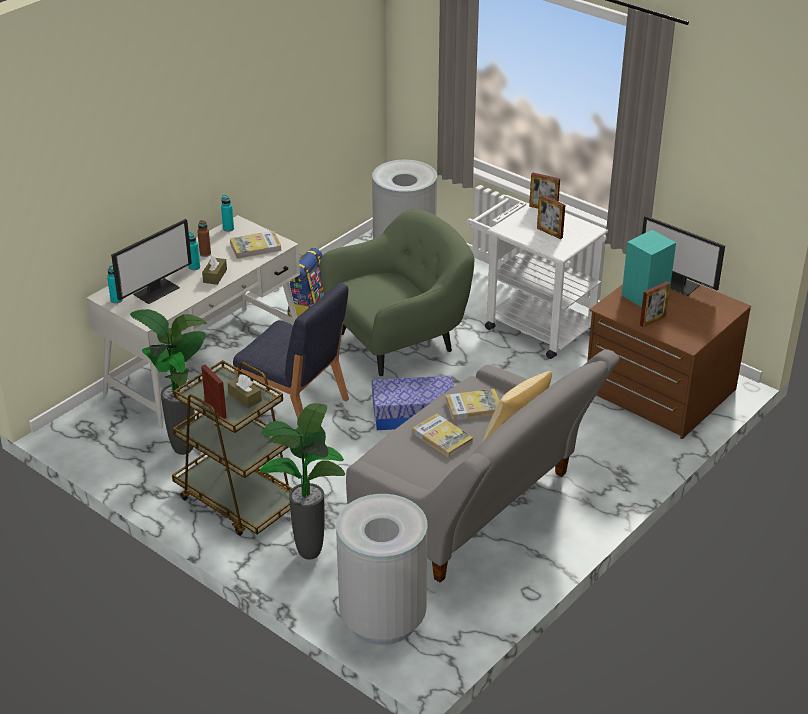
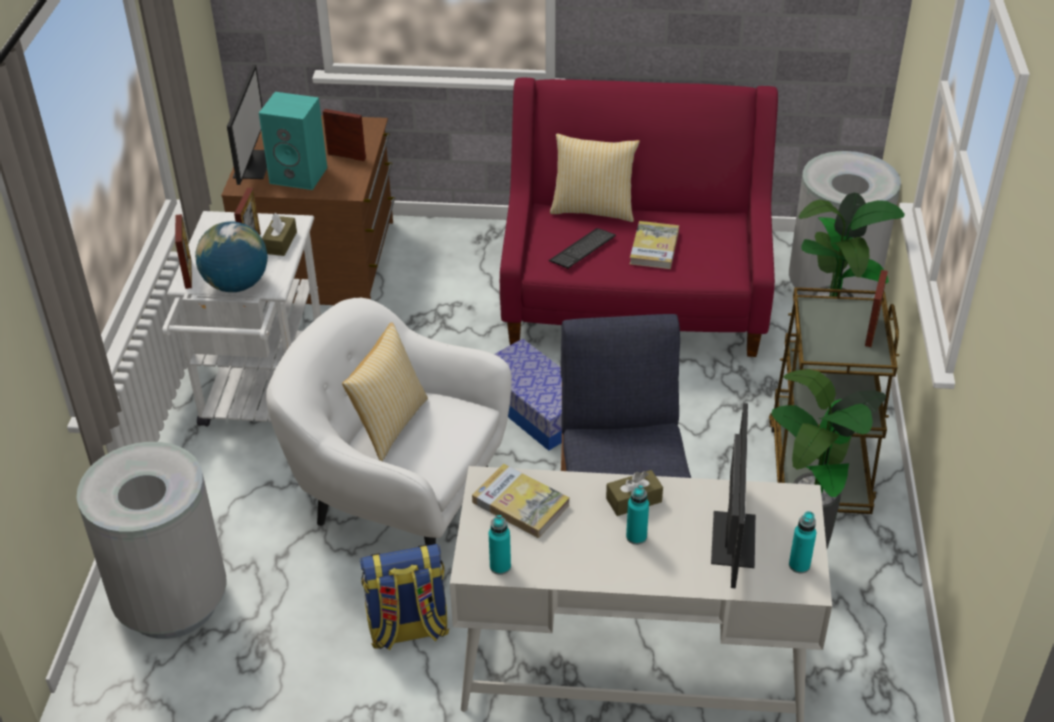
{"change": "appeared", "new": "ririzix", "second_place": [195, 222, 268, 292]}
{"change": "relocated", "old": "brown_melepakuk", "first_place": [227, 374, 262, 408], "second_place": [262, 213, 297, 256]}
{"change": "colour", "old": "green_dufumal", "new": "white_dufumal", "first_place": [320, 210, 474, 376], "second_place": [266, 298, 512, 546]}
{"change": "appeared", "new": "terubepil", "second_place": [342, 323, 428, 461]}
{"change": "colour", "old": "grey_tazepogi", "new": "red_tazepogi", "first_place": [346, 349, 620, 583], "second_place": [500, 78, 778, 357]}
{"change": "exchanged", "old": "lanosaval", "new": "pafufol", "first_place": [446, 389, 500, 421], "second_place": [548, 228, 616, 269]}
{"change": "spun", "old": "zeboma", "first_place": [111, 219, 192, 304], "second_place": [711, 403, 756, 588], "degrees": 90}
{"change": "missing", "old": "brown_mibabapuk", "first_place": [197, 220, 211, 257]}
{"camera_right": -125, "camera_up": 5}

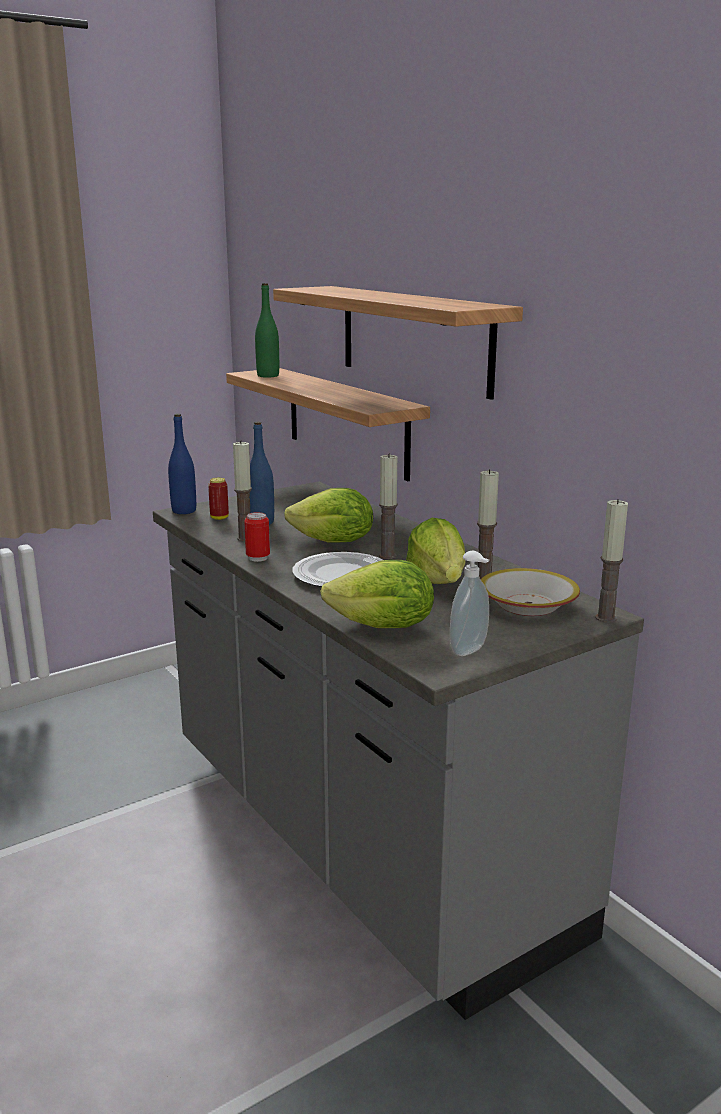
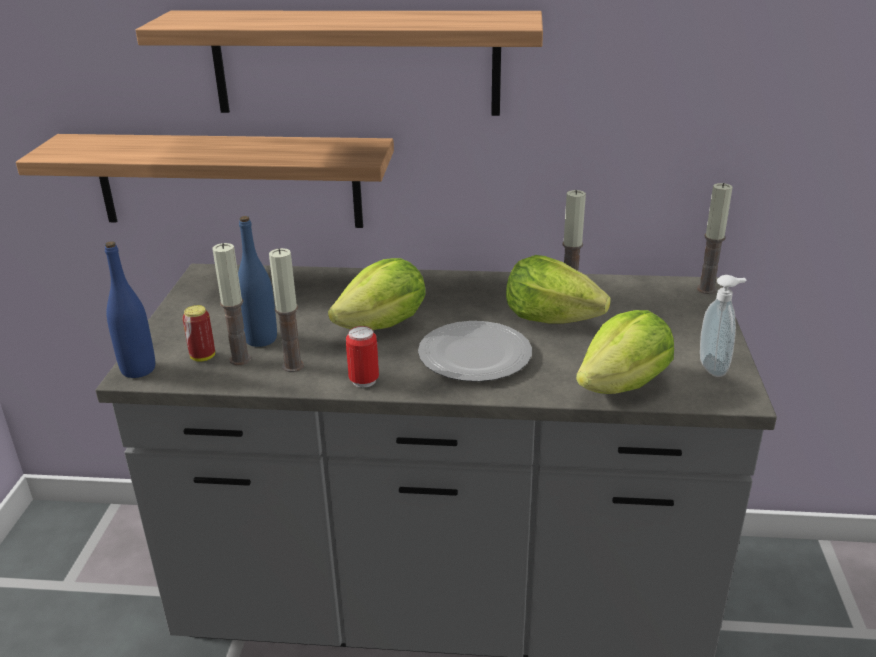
{"change": "relocated", "old": "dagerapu", "first_place": [379, 453, 398, 559], "second_place": [212, 243, 251, 365]}
{"change": "missing", "old": "green_mibabapuk", "first_place": [255, 283, 279, 378]}
{"change": "missing", "old": "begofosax", "first_place": [481, 568, 580, 616]}
{"camera_right": -50, "camera_up": 10}

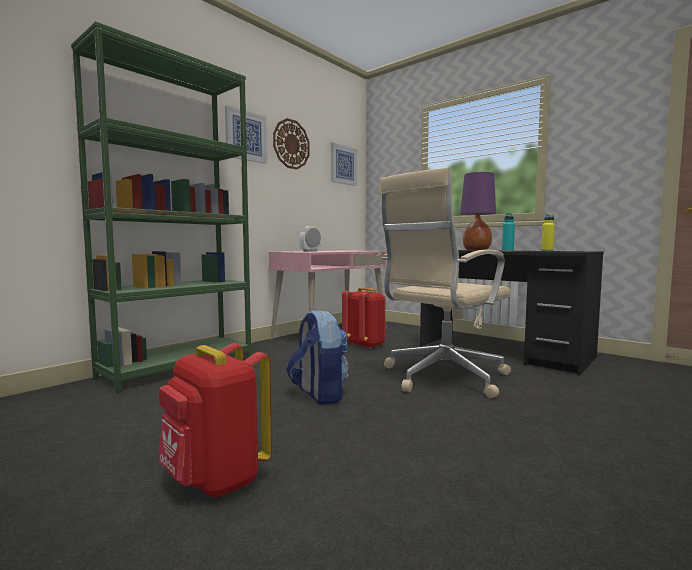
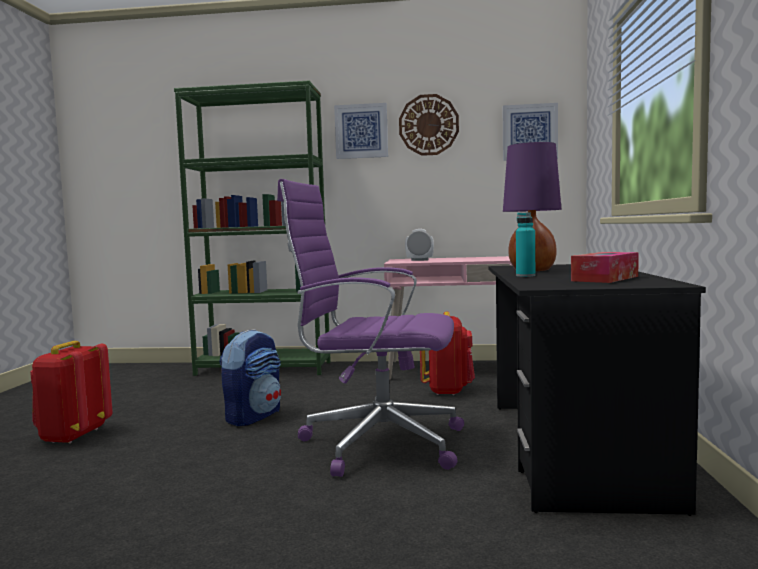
{"change": "colour", "old": "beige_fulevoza", "new": "purple_fulevoza", "first_place": [379, 167, 511, 398], "second_place": [277, 179, 464, 477]}
{"change": "exchanged", "old": "yellow_mibabapuk", "new": "melepakuk", "first_place": [541, 214, 555, 251], "second_place": [571, 252, 639, 283]}
{"camera_right": 55, "camera_up": 0}

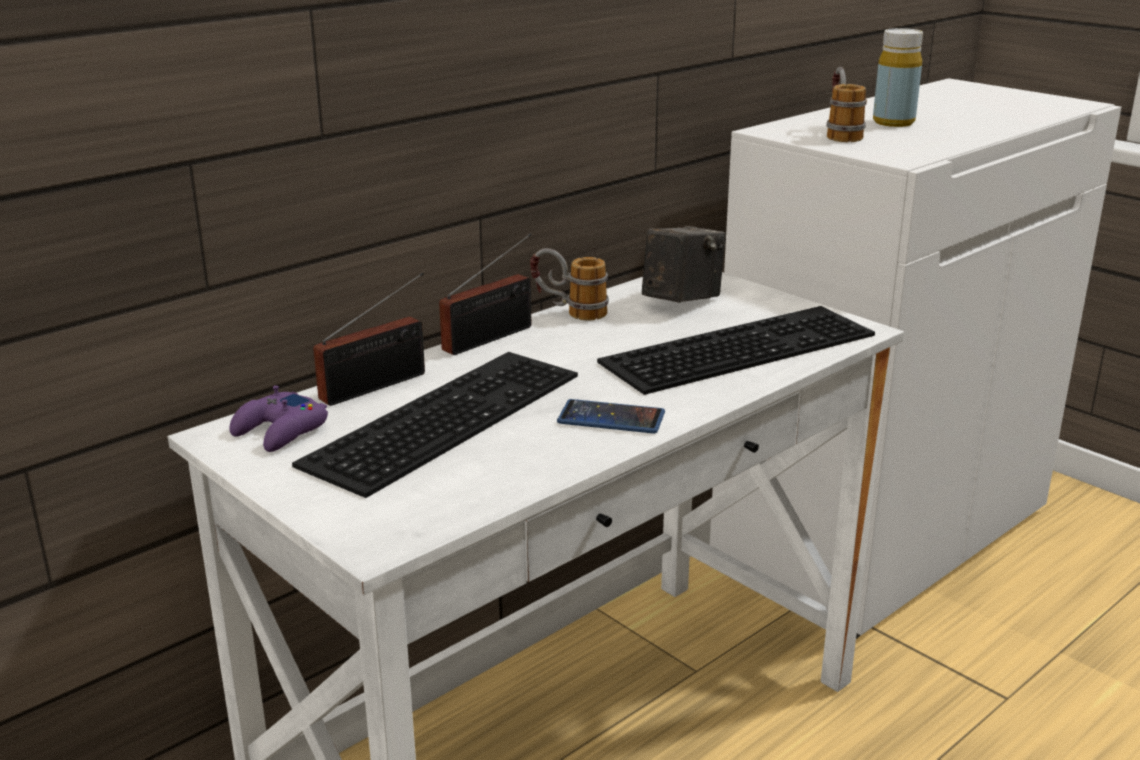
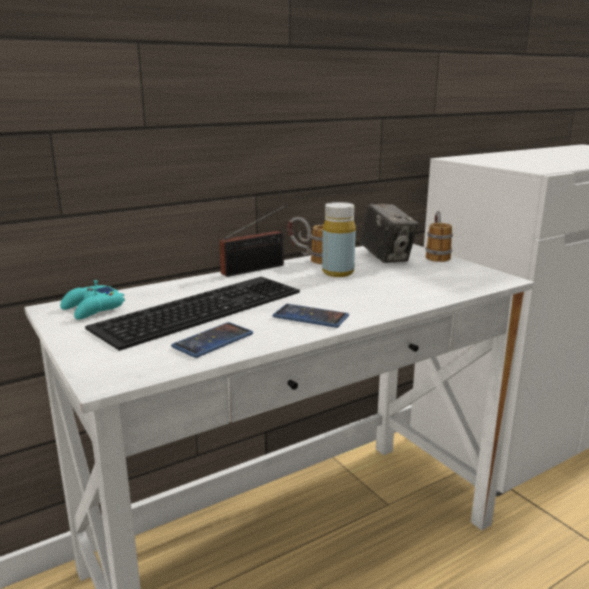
{"change": "colour", "old": "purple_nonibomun", "new": "turquoise_nonibomun", "first_place": [229, 385, 328, 452], "second_place": [60, 280, 125, 320]}
{"change": "appeared", "new": "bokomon", "second_place": [171, 322, 253, 358]}
{"change": "relocated", "old": "yellow_mibabapuk", "first_place": [873, 28, 923, 127], "second_place": [322, 202, 356, 277]}
{"change": "spun", "old": "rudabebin", "first_place": [642, 226, 725, 303], "second_place": [360, 204, 418, 263], "degrees": 105}
{"change": "relocated", "old": "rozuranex", "first_place": [827, 67, 867, 142], "second_place": [425, 211, 453, 262]}
{"change": "missing", "old": "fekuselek", "first_place": [313, 273, 425, 406]}
{"change": "missing", "old": "pafufol", "first_place": [597, 306, 875, 395]}
{"camera_right": 10, "camera_up": -5}

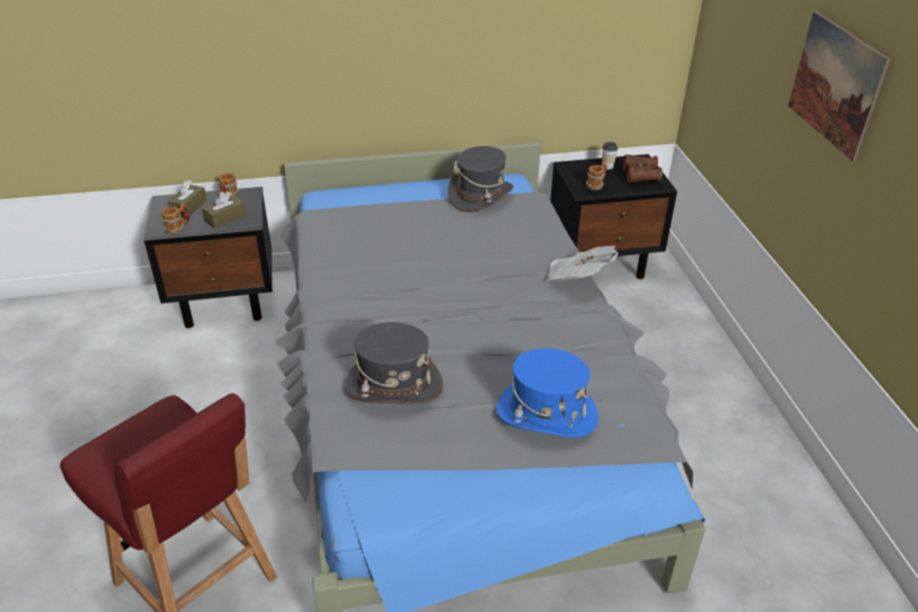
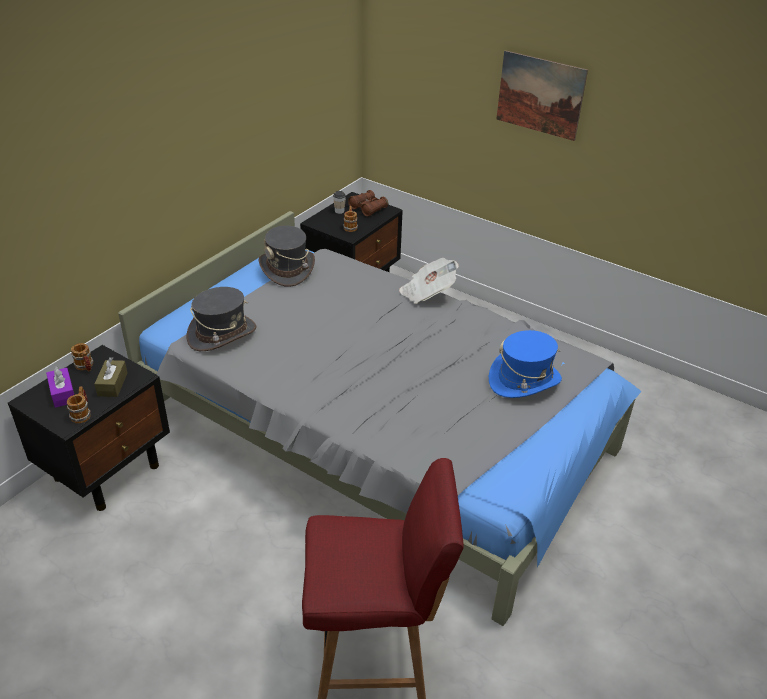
{"change": "colour", "old": "brown_melepakuk", "new": "purple_melepakuk", "first_place": [168, 180, 207, 217], "second_place": [46, 366, 74, 408]}
{"change": "relocated", "old": "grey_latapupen", "first_place": [344, 322, 443, 404], "second_place": [187, 287, 256, 351]}
{"camera_right": -45, "camera_up": 0}

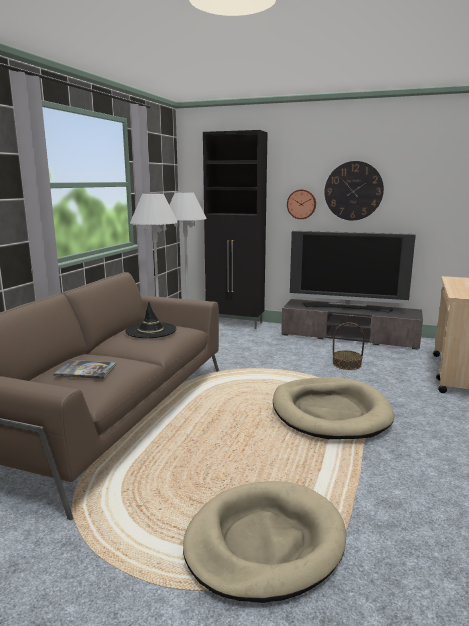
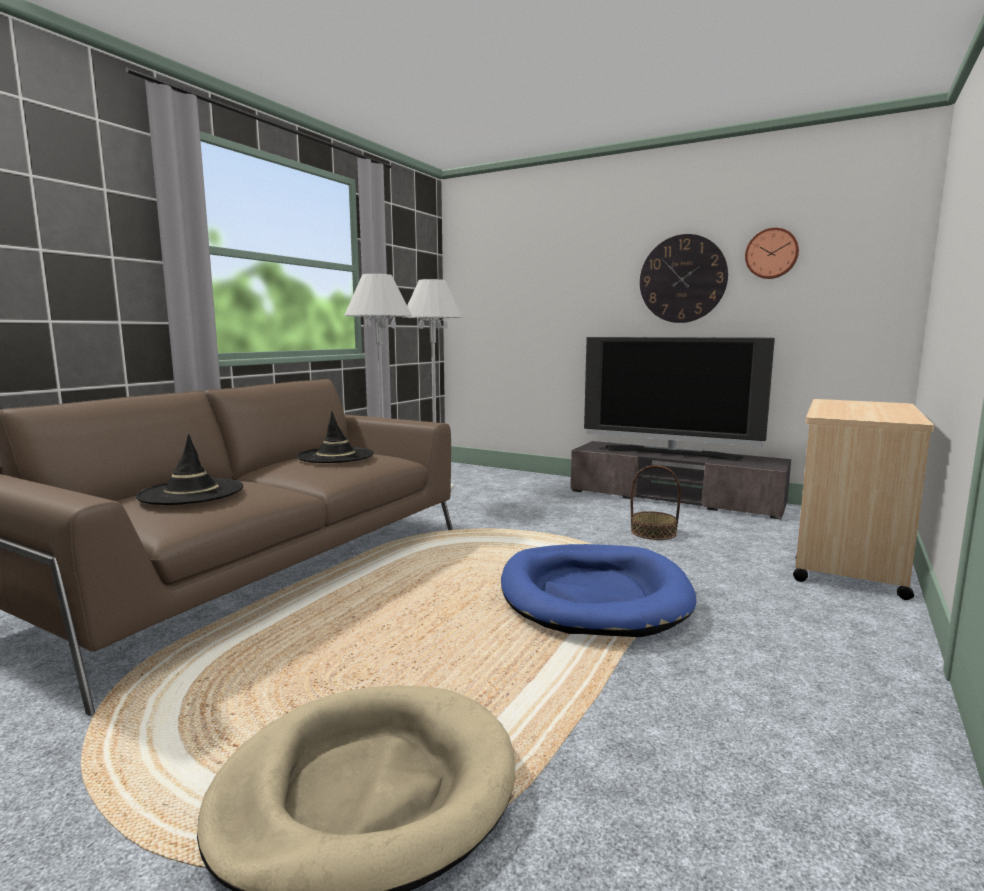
{"change": "exchanged", "old": "lanosaval", "new": "black_latapupen", "first_place": [53, 360, 116, 379], "second_place": [136, 434, 243, 505]}
{"change": "colour", "old": "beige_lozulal", "new": "blue_lozulal", "first_place": [273, 378, 395, 439], "second_place": [501, 544, 697, 637]}
{"change": "relocated", "old": "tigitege", "first_place": [287, 189, 316, 219], "second_place": [745, 228, 799, 279]}
{"change": "missing", "old": "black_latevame", "first_place": [203, 130, 268, 329]}
{"camera_right": 10, "camera_up": -5}

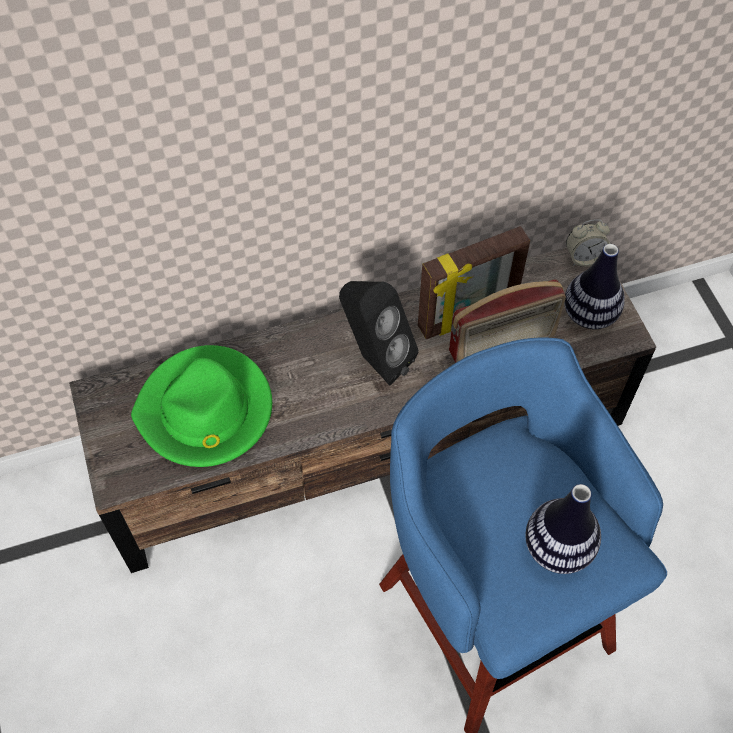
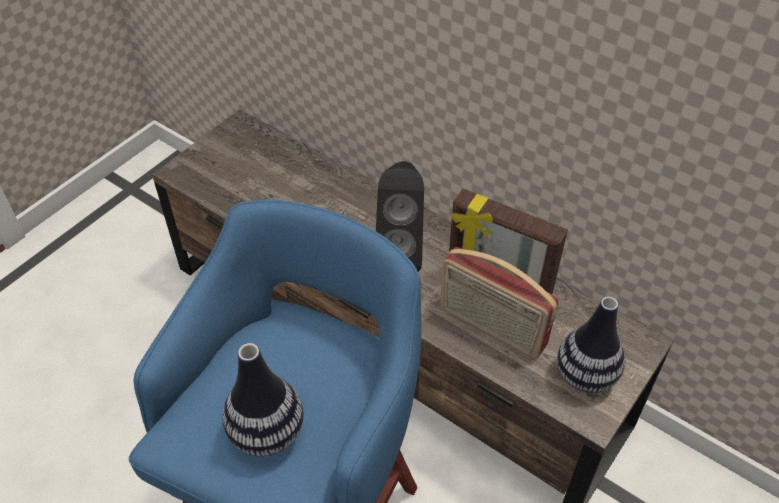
{"change": "missing", "old": "green_latapupen", "first_place": [131, 345, 272, 467]}
{"change": "missing", "old": "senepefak", "first_place": [566, 219, 611, 267]}
{"camera_right": 55, "camera_up": -10}

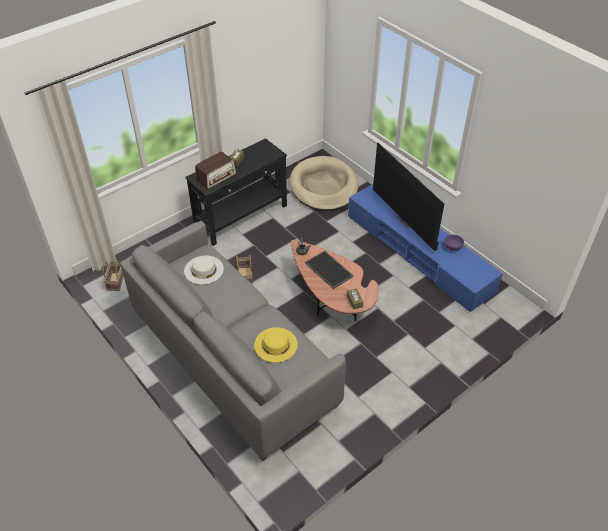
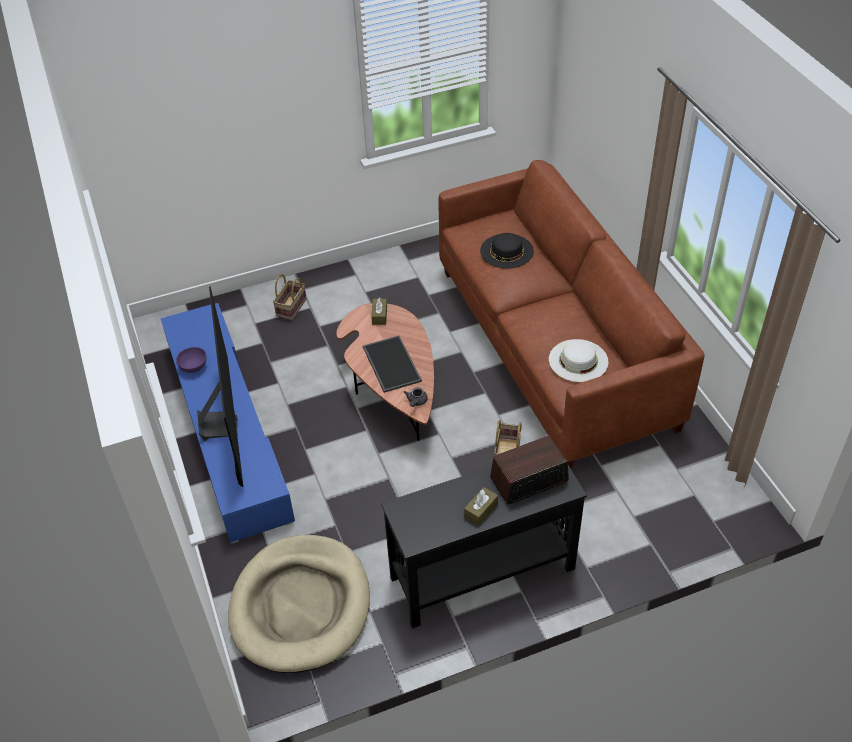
{"change": "relocated", "old": "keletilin", "first_place": [102, 260, 124, 291], "second_place": [273, 274, 307, 320]}
{"change": "colour", "old": "grey_tazepogi", "new": "brown_tazepogi", "first_place": [120, 221, 346, 462], "second_place": [439, 160, 704, 468]}
{"change": "colour", "old": "yellow_latapupen", "new": "black_latapupen", "first_place": [254, 327, 298, 363], "second_place": [480, 233, 534, 269]}
{"camera_right": -160, "camera_up": 0}

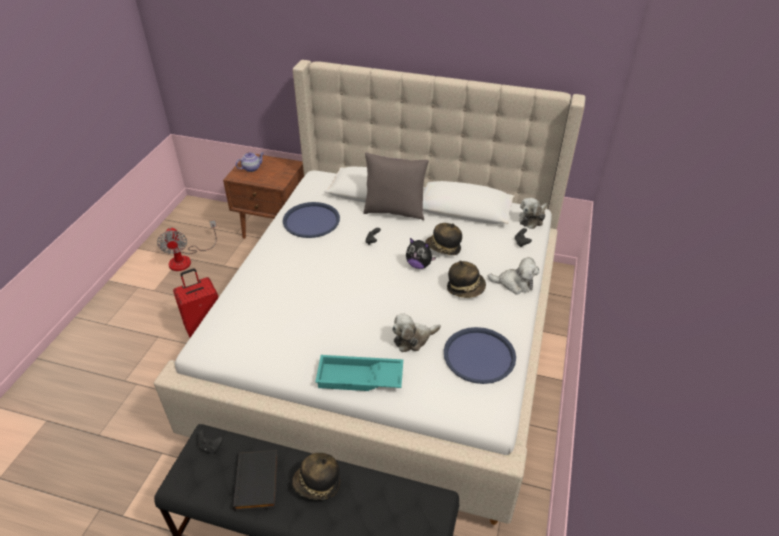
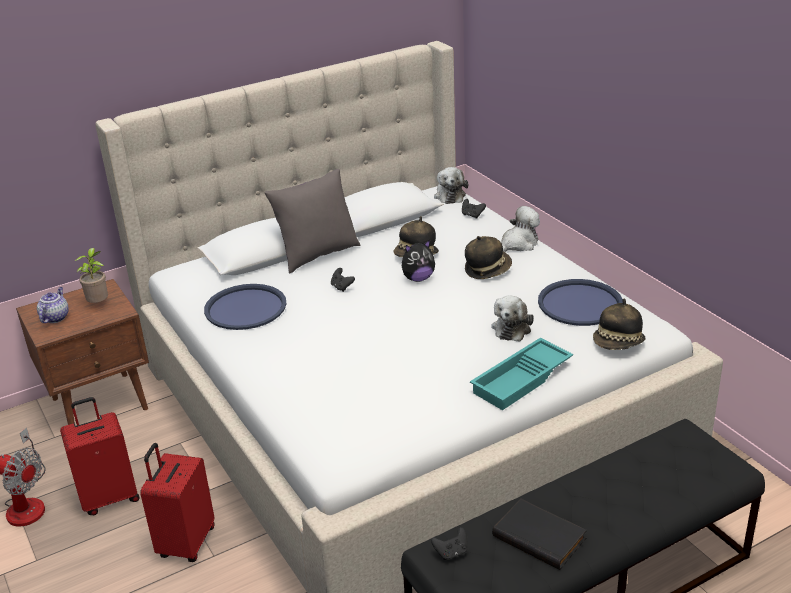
{"change": "appeared", "new": "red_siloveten", "second_place": [60, 397, 140, 515]}
{"change": "appeared", "new": "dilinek", "second_place": [75, 248, 108, 303]}
{"change": "relocated", "old": "latapupen", "first_place": [292, 453, 340, 500], "second_place": [593, 298, 645, 350]}
{"camera_right": -45, "camera_up": -10}

